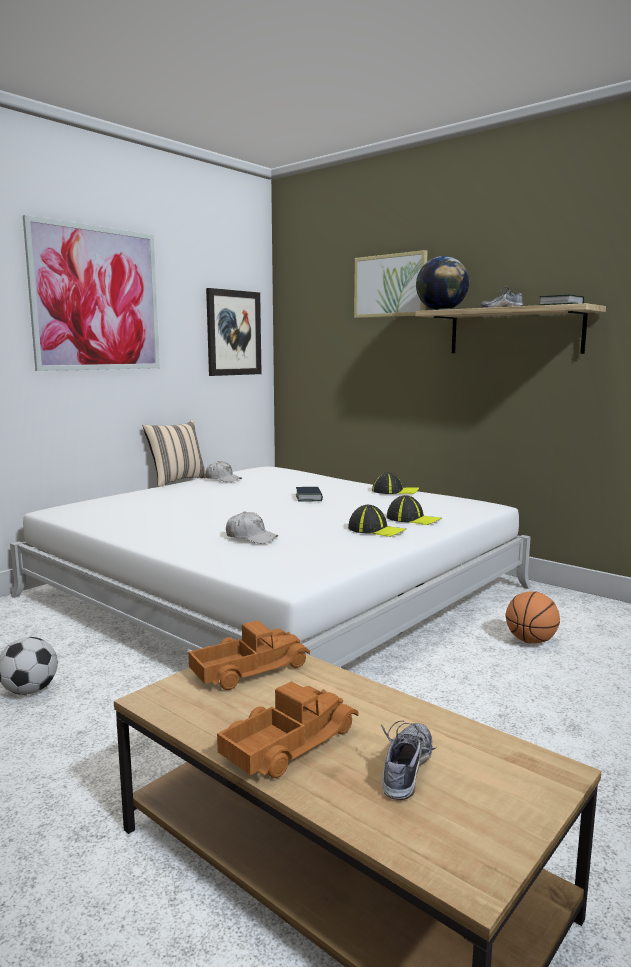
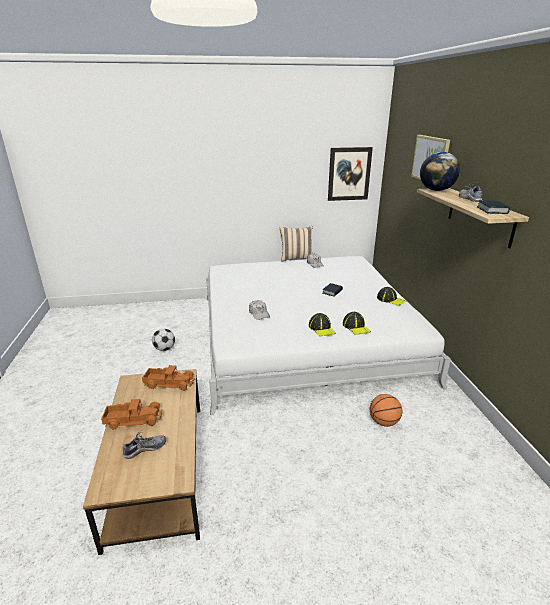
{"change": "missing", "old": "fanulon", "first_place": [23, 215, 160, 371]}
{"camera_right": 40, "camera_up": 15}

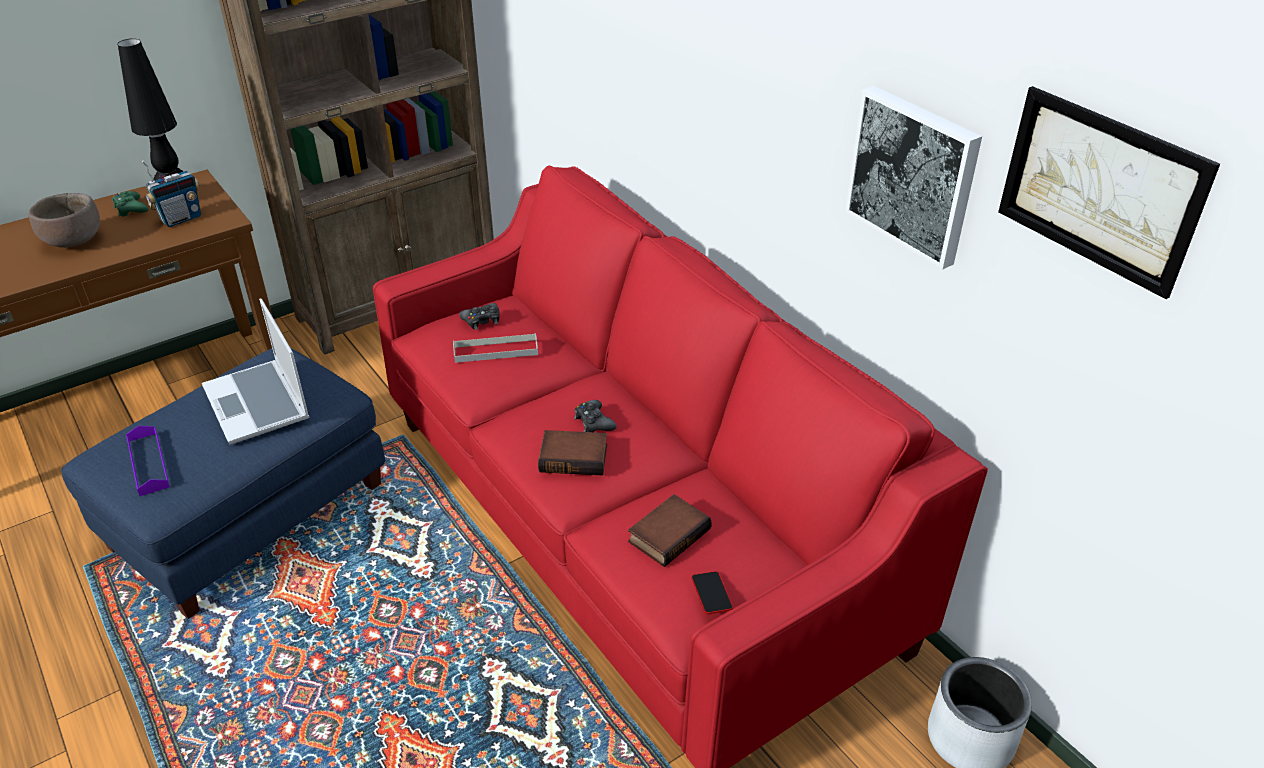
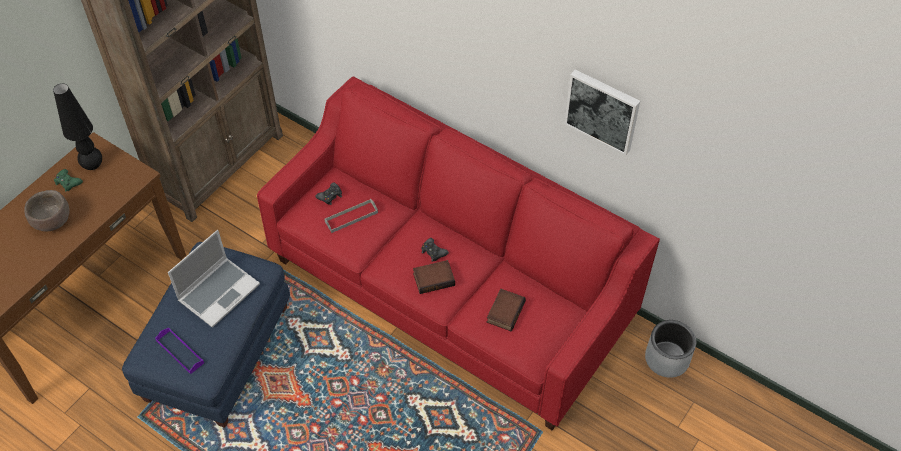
{"change": "spun", "old": "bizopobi", "first_place": [202, 299, 309, 445], "second_place": [168, 230, 260, 328], "degrees": -90}
{"change": "missing", "old": "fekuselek", "first_place": [142, 161, 201, 227]}
{"change": "missing", "old": "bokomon", "first_place": [691, 571, 733, 614]}
{"change": "missing", "old": "fanulon", "first_place": [998, 86, 1220, 299]}
{"camera_right": -20, "camera_up": 15}

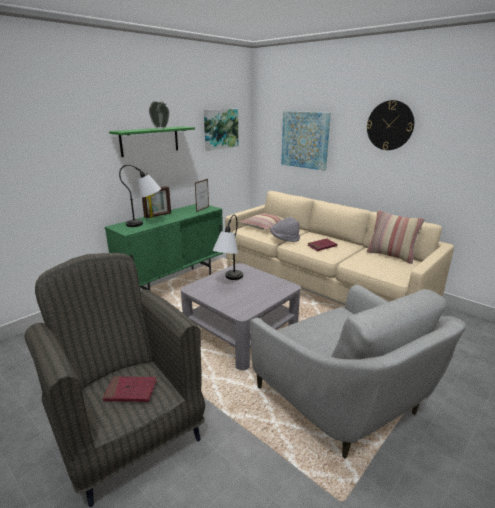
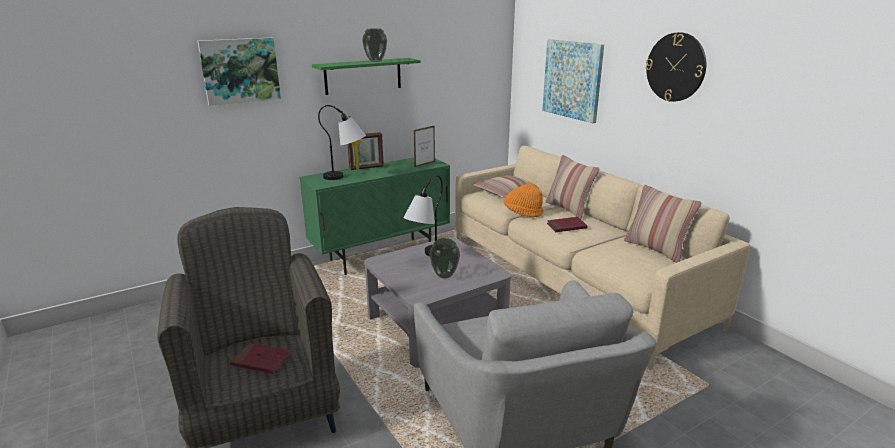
{"change": "relocated", "old": "fanulon", "first_place": [204, 109, 238, 151], "second_place": [198, 38, 281, 106]}
{"change": "appeared", "new": "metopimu", "second_place": [430, 238, 460, 279]}
{"change": "colour", "old": "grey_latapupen", "new": "orange_latapupen", "first_place": [270, 217, 300, 242], "second_place": [504, 183, 543, 217]}
{"change": "appeared", "new": "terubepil", "second_place": [545, 155, 600, 219]}
{"camera_right": 15, "camera_up": 0}

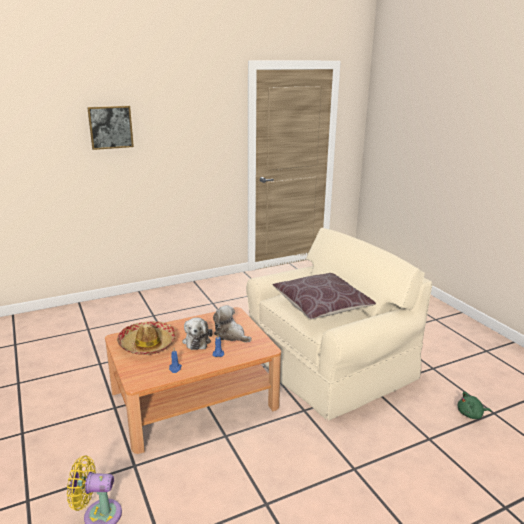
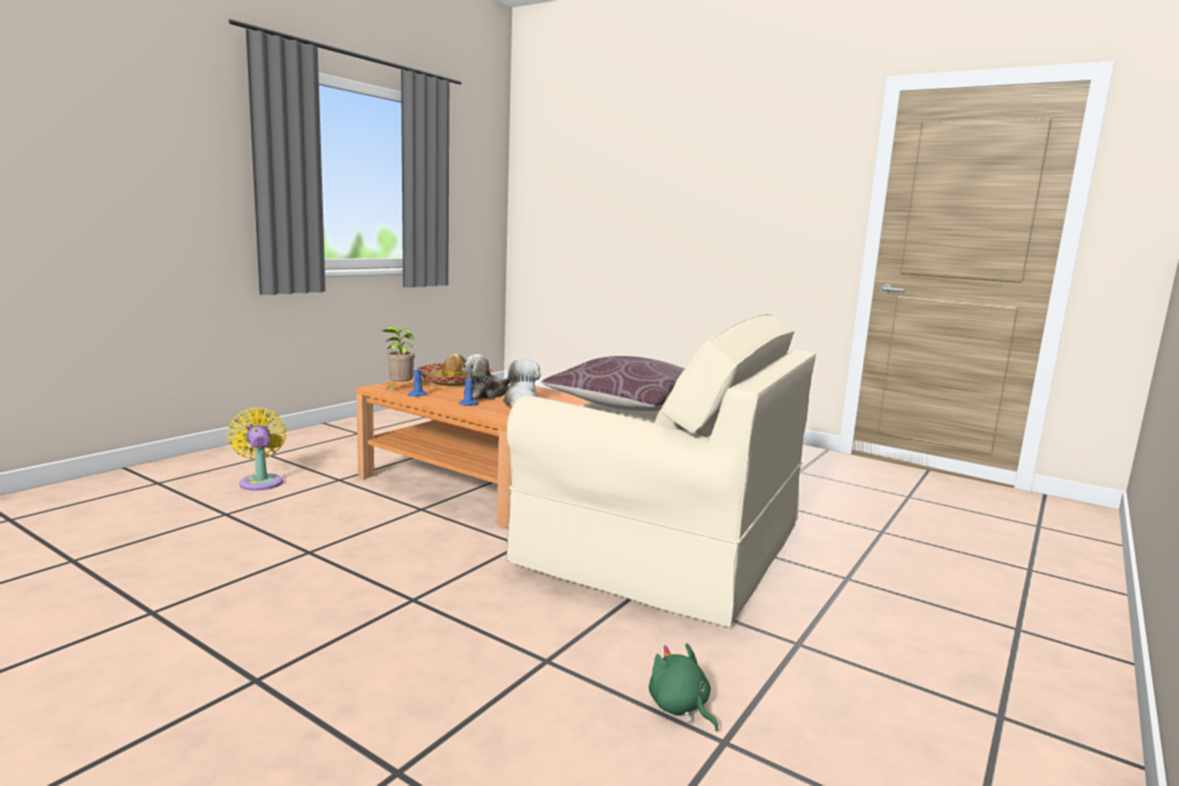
{"change": "appeared", "new": "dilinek", "second_place": [382, 326, 415, 389]}
{"change": "missing", "old": "fanulon", "first_place": [87, 106, 134, 150]}
{"camera_right": 60, "camera_up": -10}

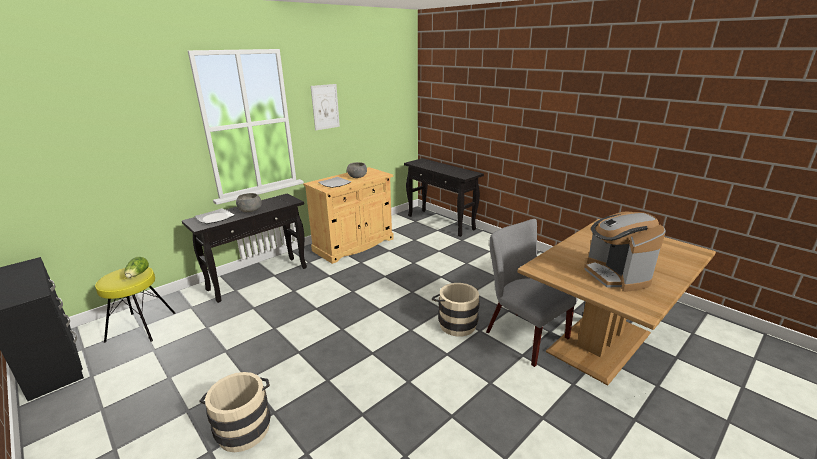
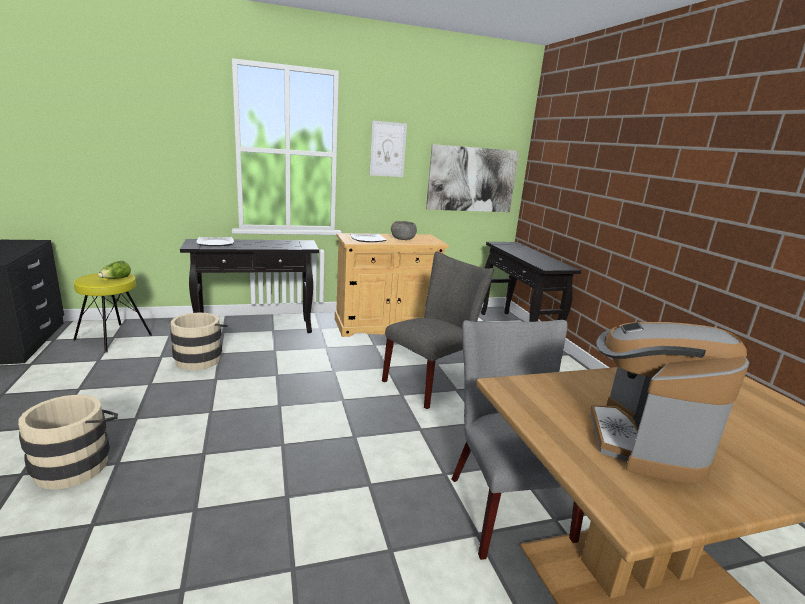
{"change": "relocated", "old": "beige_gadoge", "first_place": [432, 283, 480, 337], "second_place": [169, 313, 228, 370]}
{"change": "appeared", "new": "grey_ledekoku", "second_place": [382, 251, 494, 409]}
{"change": "appeared", "new": "fanulon", "second_place": [426, 144, 519, 212]}
{"change": "missing", "old": "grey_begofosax", "first_place": [236, 193, 262, 212]}
{"camera_right": 25, "camera_up": -5}

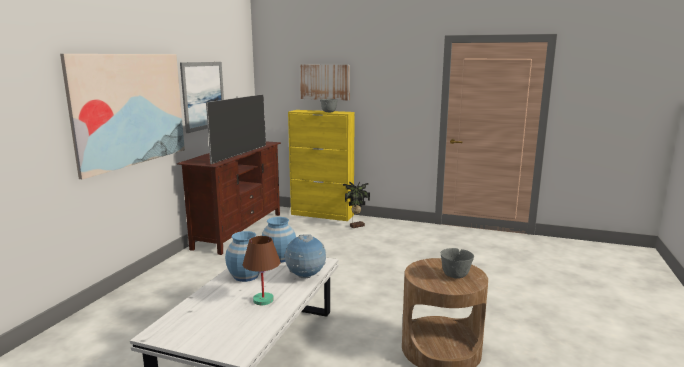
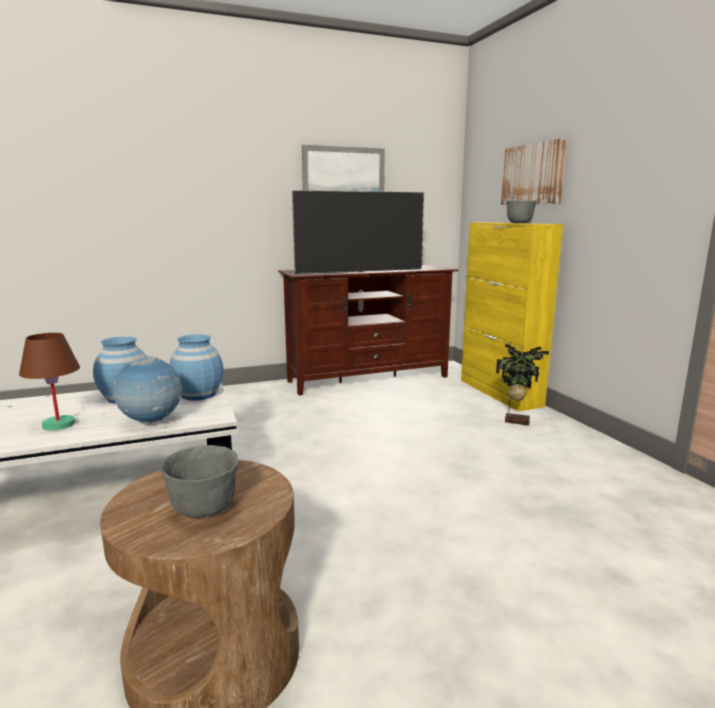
{"change": "missing", "old": "fanulon", "first_place": [60, 54, 185, 180]}
{"camera_right": 50, "camera_up": 0}

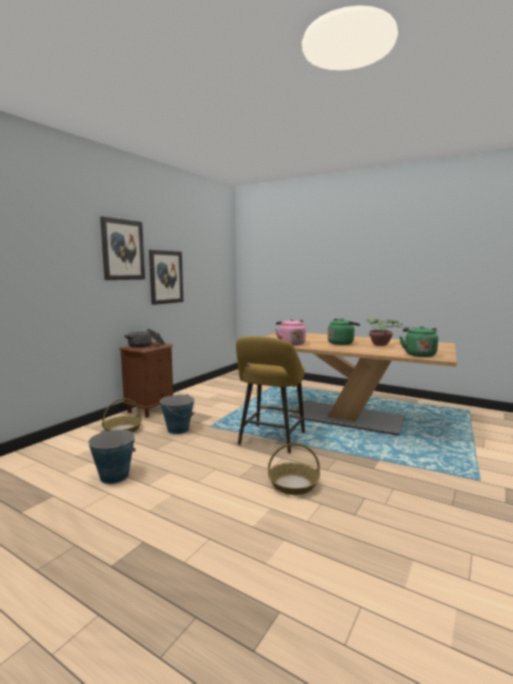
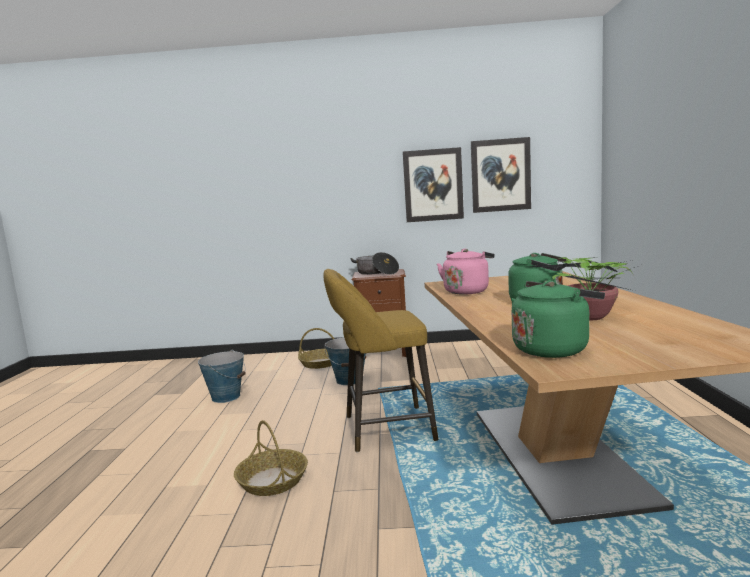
{"change": "relocated", "old": "fanulon", "first_place": [100, 216, 145, 280], "second_place": [471, 137, 531, 213]}
{"camera_right": 60, "camera_up": 0}

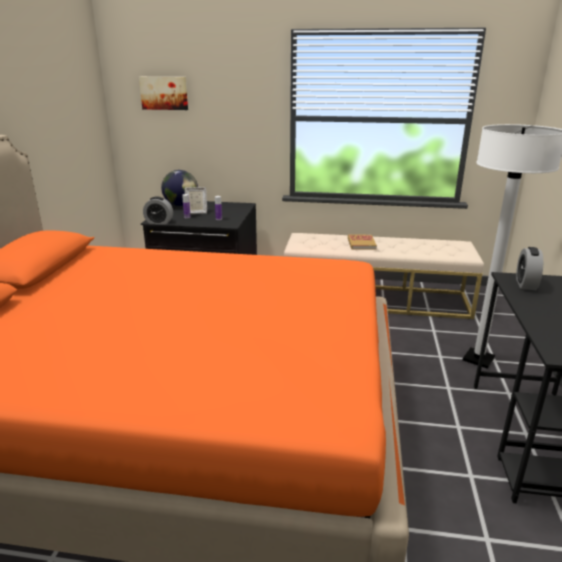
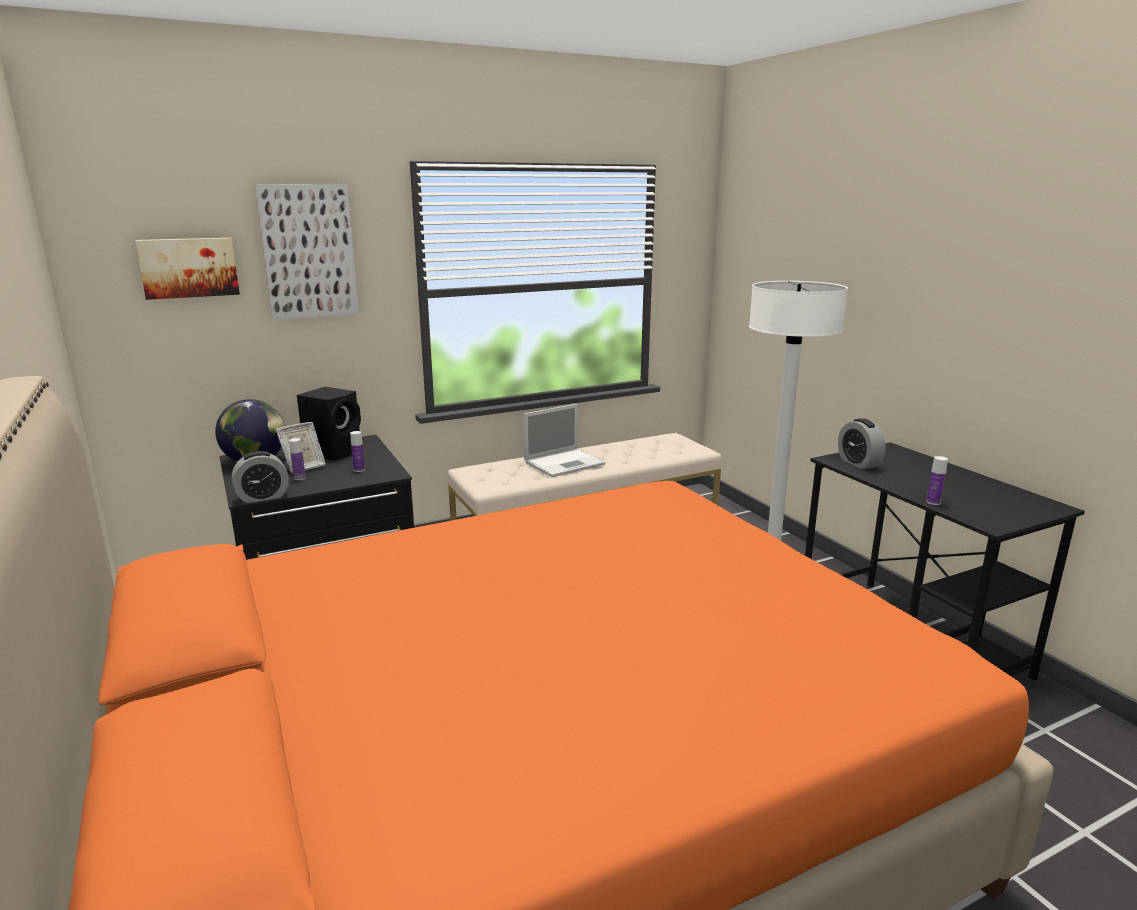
{"change": "appeared", "new": "fanulon", "second_place": [255, 184, 359, 320]}
{"change": "appeared", "new": "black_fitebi", "second_place": [297, 387, 361, 461]}
{"change": "exchanged", "old": "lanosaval", "new": "bizopobi", "first_place": [348, 235, 377, 250], "second_place": [523, 404, 606, 477]}
{"change": "appeared", "new": "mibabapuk", "second_place": [926, 456, 948, 505]}
{"camera_right": -35, "camera_up": -5}

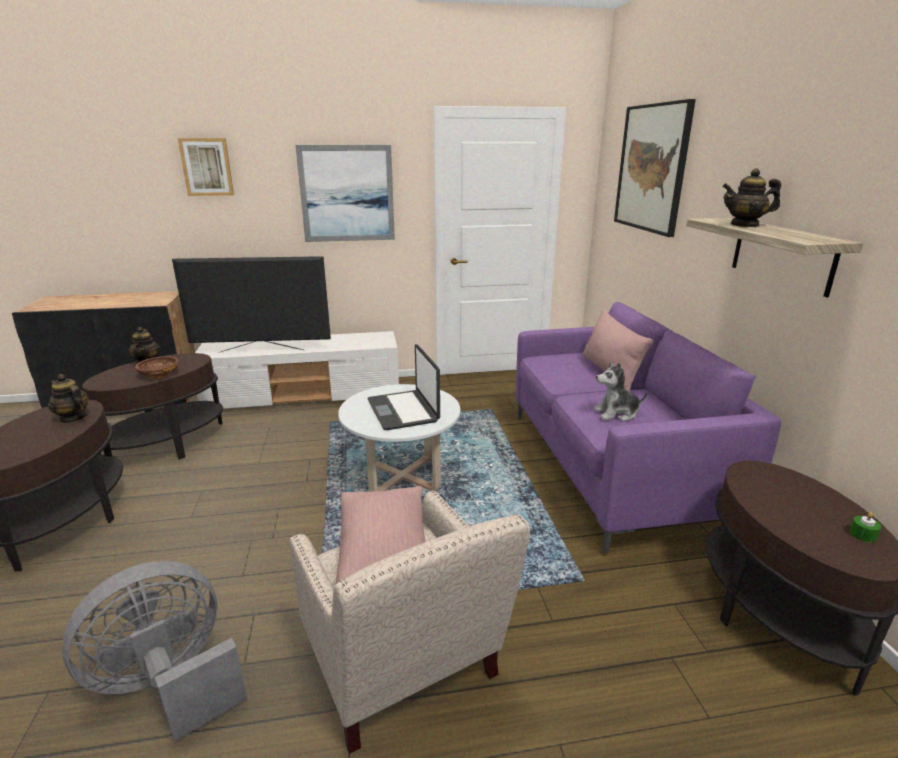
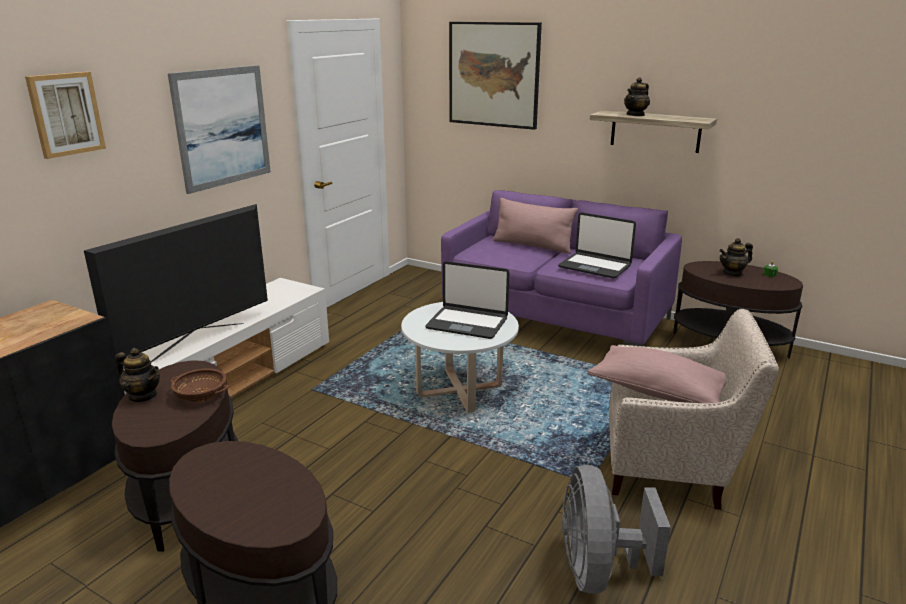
{"change": "exchanged", "old": "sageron", "new": "bizopobi", "first_place": [594, 362, 648, 421], "second_place": [558, 212, 636, 278]}
{"change": "relocated", "old": "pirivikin", "first_place": [48, 374, 89, 423], "second_place": [719, 238, 753, 277]}
{"camera_right": -50, "camera_up": 0}

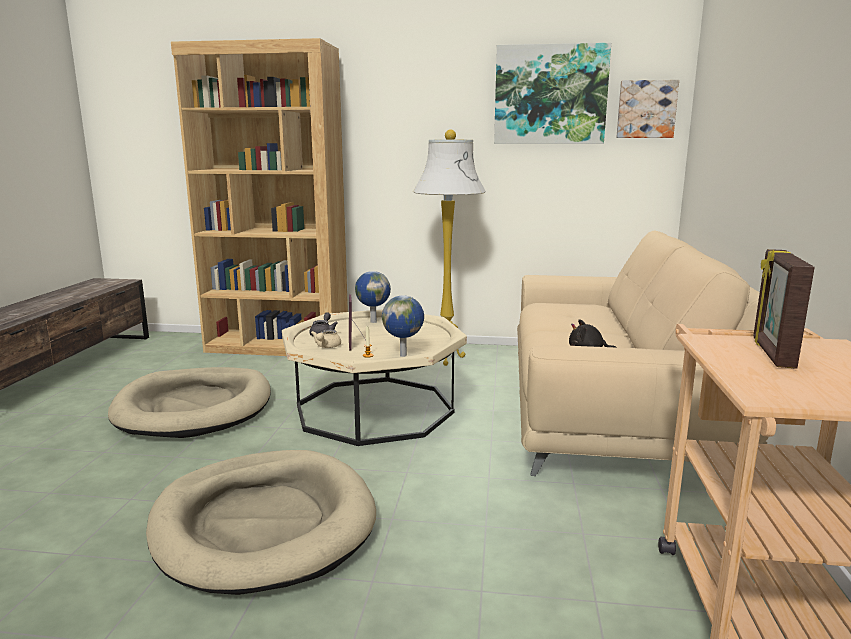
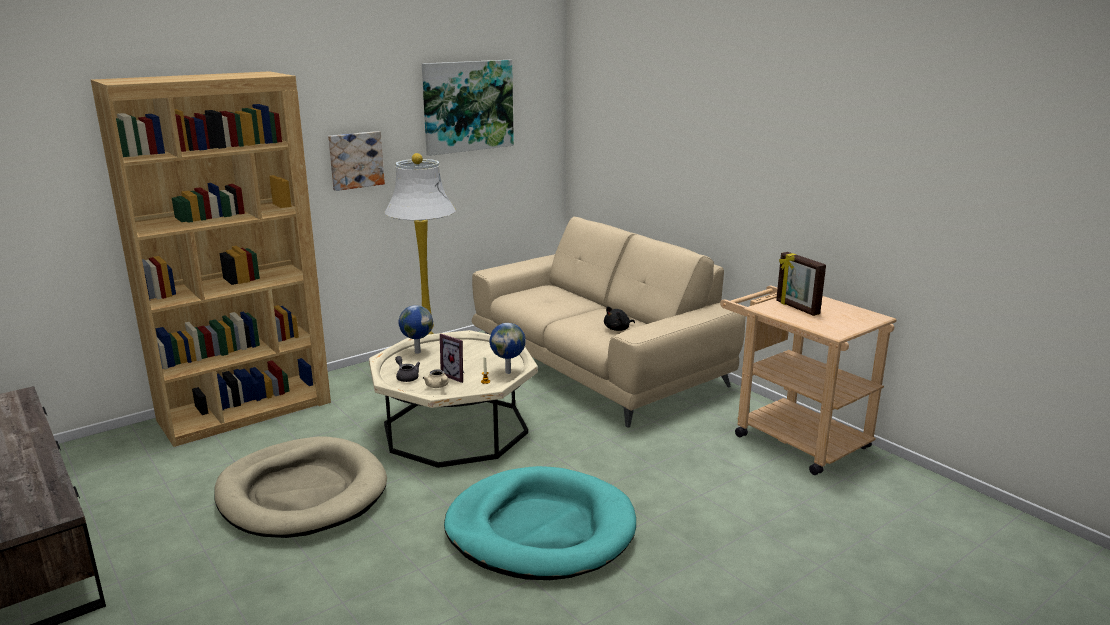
{"change": "relocated", "old": "fanulon", "first_place": [616, 80, 679, 138], "second_place": [328, 131, 385, 191]}
{"change": "colour", "old": "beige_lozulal", "new": "turquoise_lozulal", "first_place": [146, 450, 376, 595], "second_place": [444, 466, 636, 580]}
{"camera_right": -45, "camera_up": 5}

